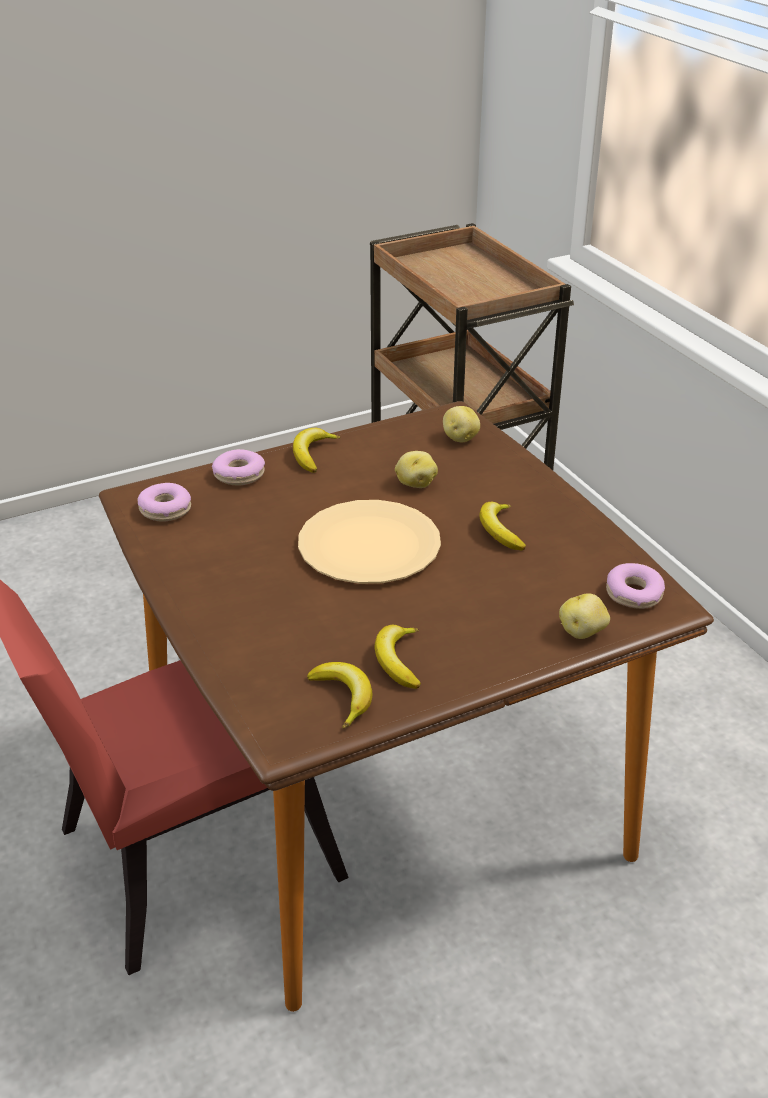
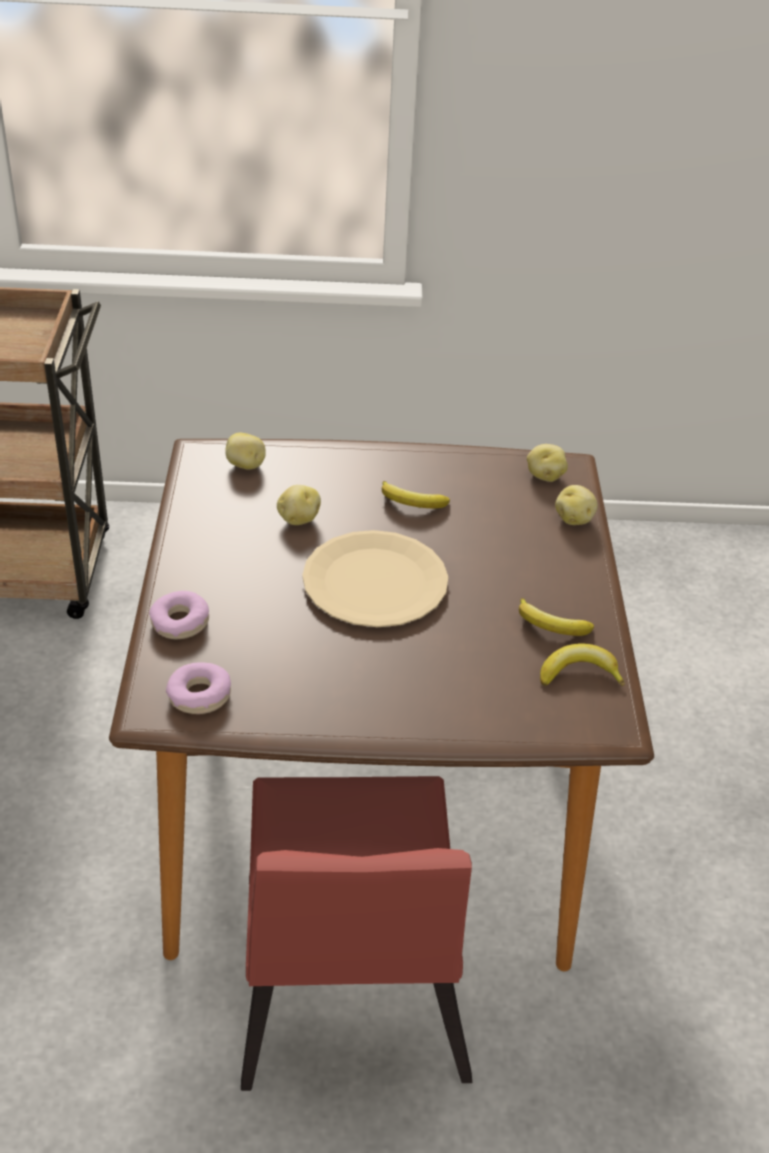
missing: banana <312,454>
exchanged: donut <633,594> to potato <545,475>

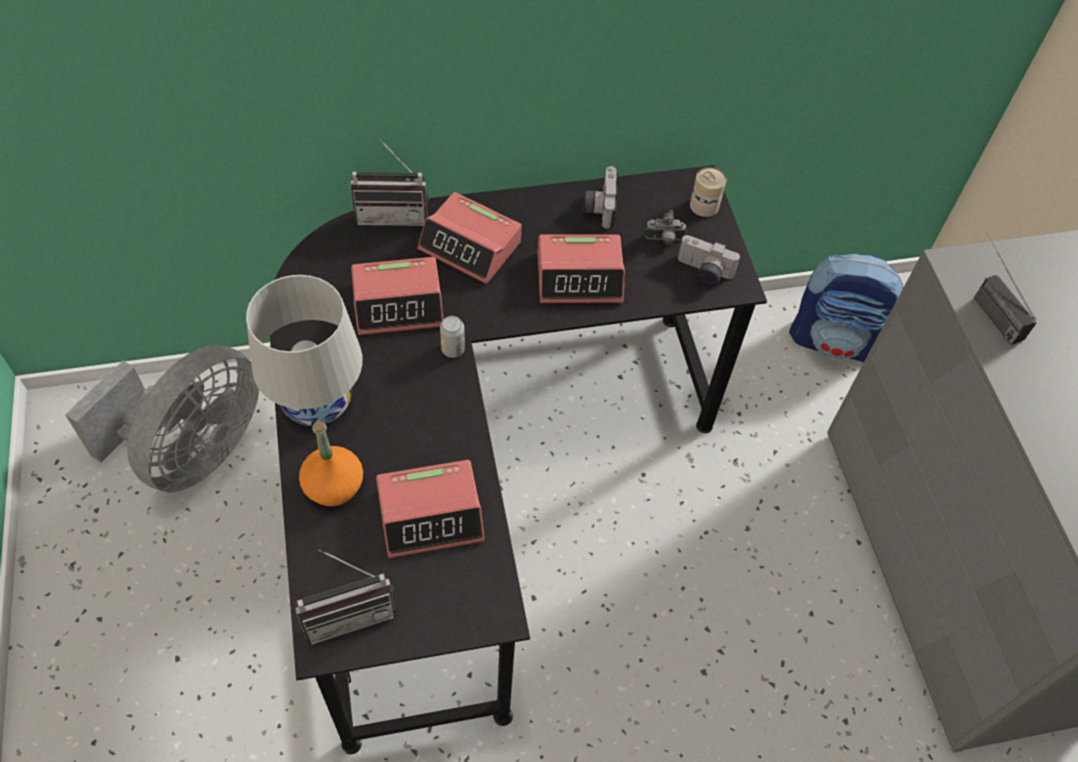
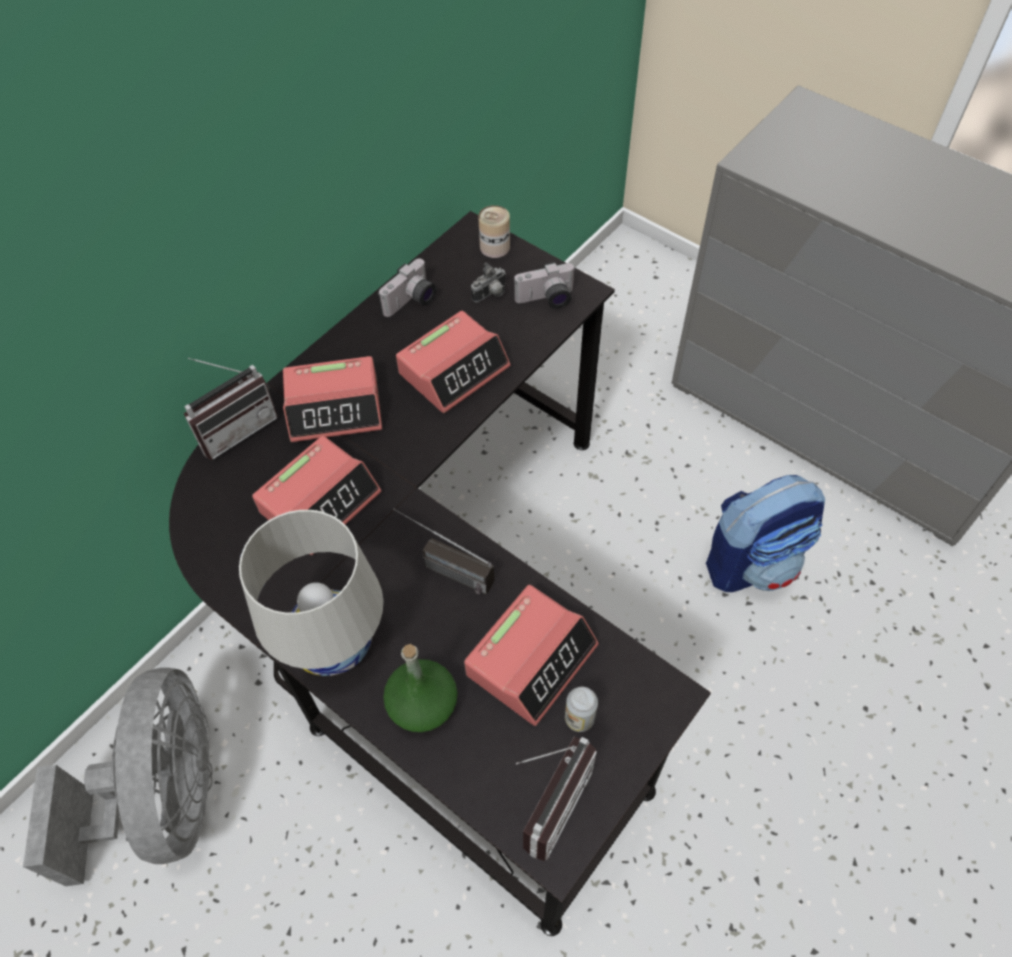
relocated: can <453,349> to <579,718>; backpack <834,340> to <752,562>; radio <986,306> to <442,568>
colour: orange bottle <333,486> to green bottle <423,704>
spun: photo camera <599,206> = <411,302> 105 degrees counterclockwise

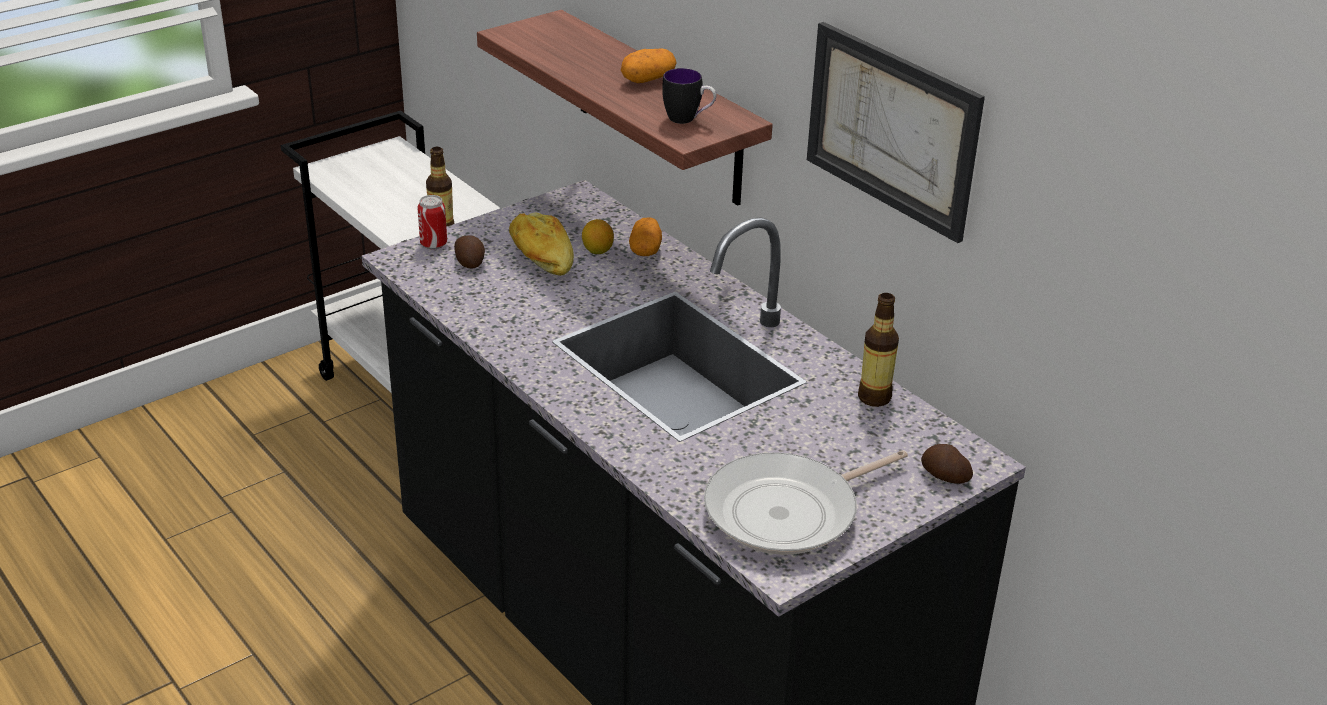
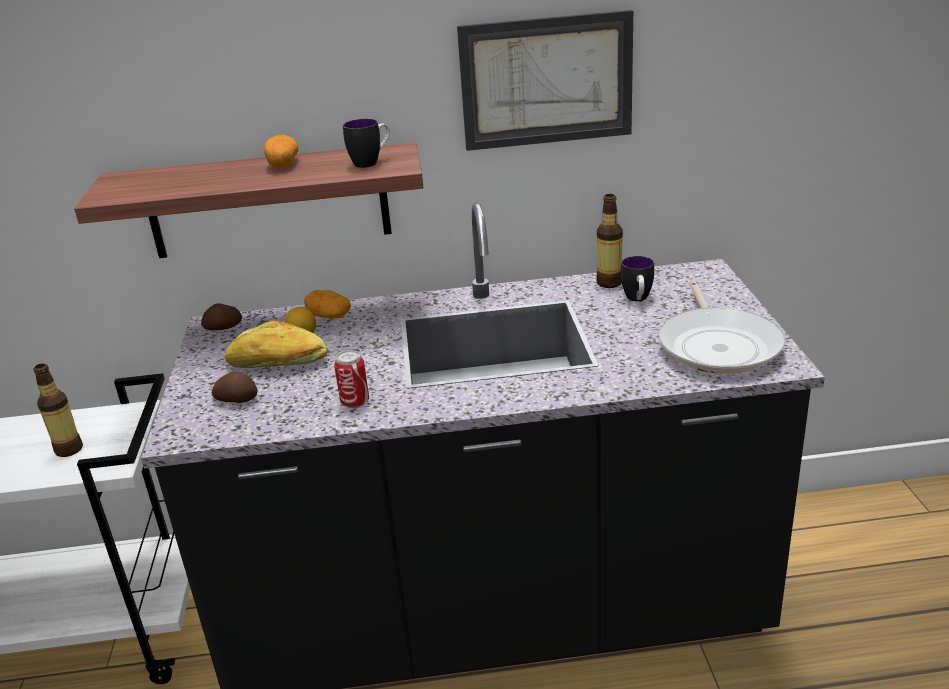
appeared: mug <637,300>
relocated: can <433,244> to <355,402>; potato <944,476> to <223,328>

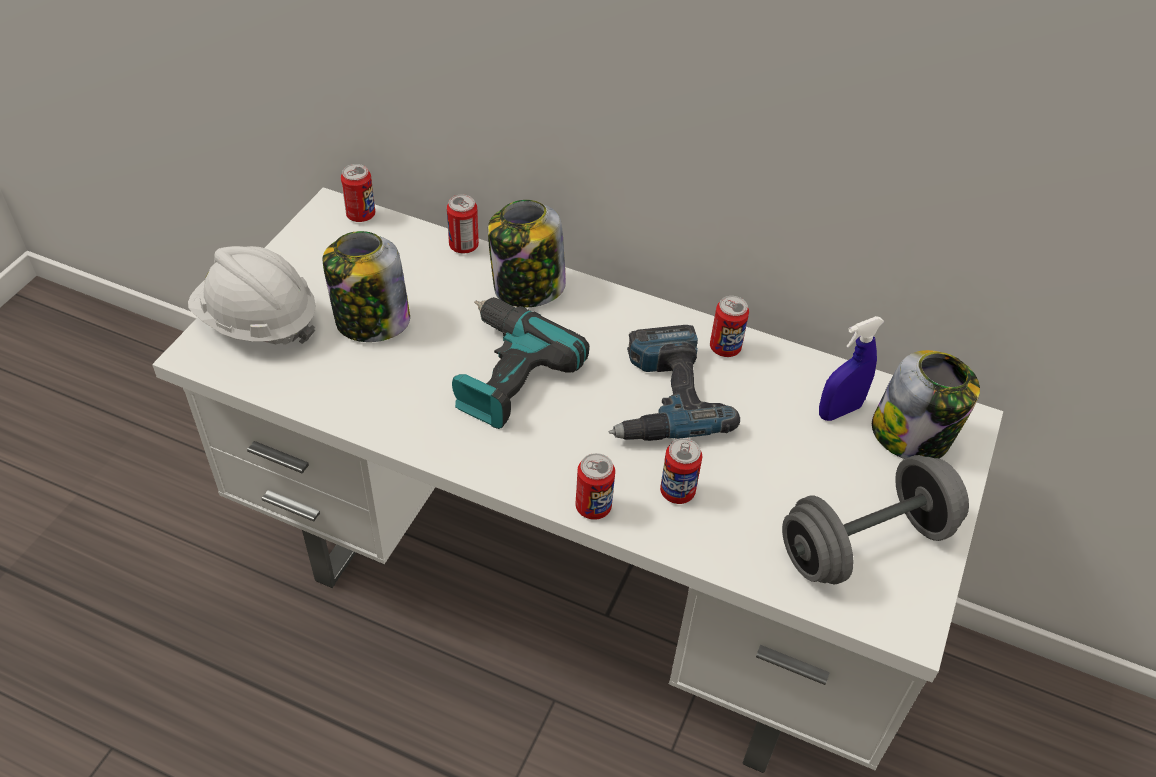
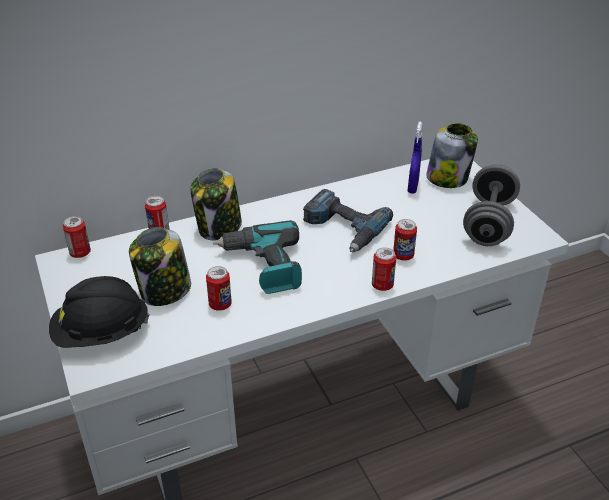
relocated: can <725,348> to <220,304>
colour: white hard hat <257,322> to black hard hat <101,334>

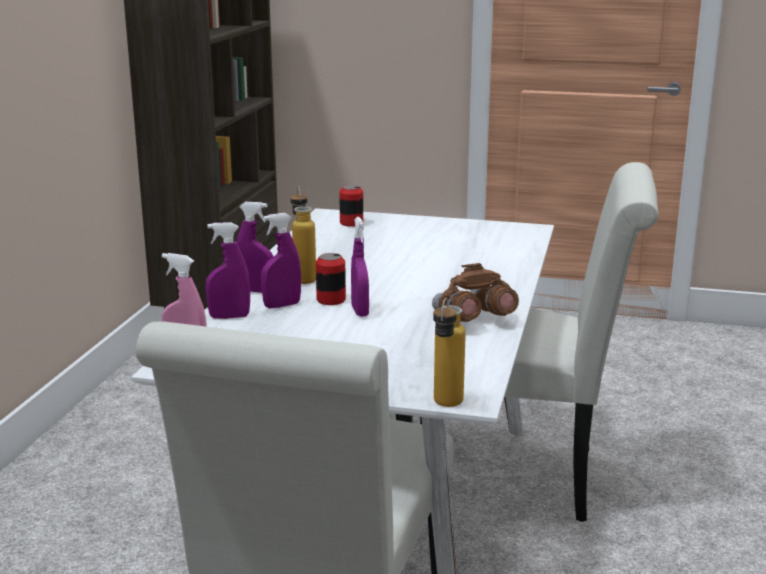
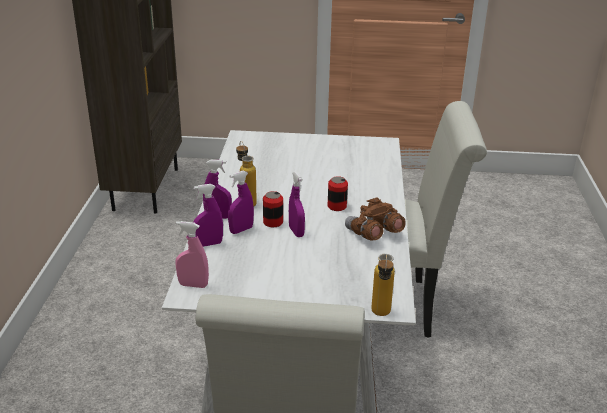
relocated: can <351,223> to <337,206>

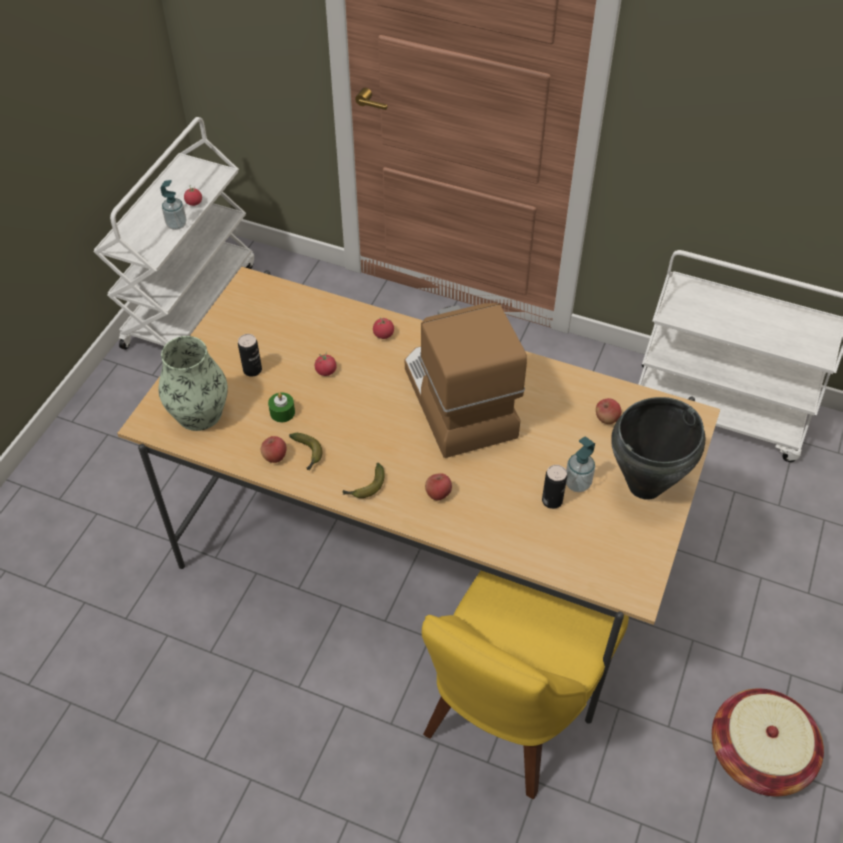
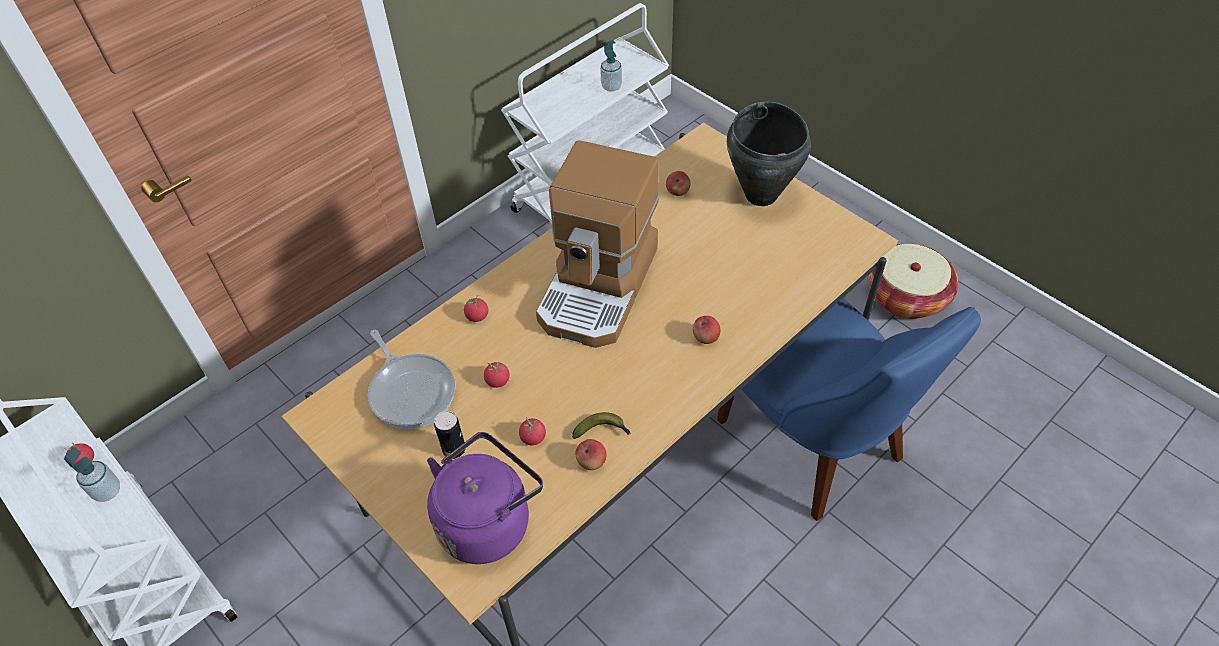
missing: banana <365,487>; can <552,500>
appeared: frying pan <411,391>
relocated: soap dispenser <577,483> to <611,87>
exchanged: vase <199,413> to purple kettle <488,521>; green candle <282,412> to tomato <533,437>
colour: yellow chair <509,710> to blue chair <815,444>
spun: coffee machine <457,401> = <600,286> 75 degrees counterclockwise

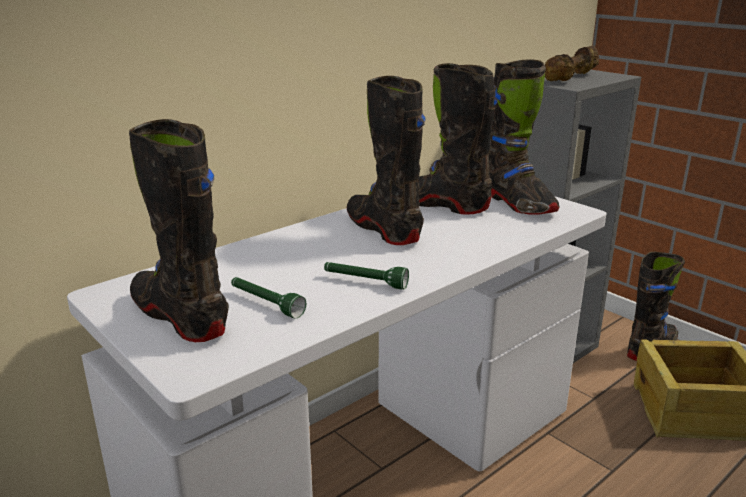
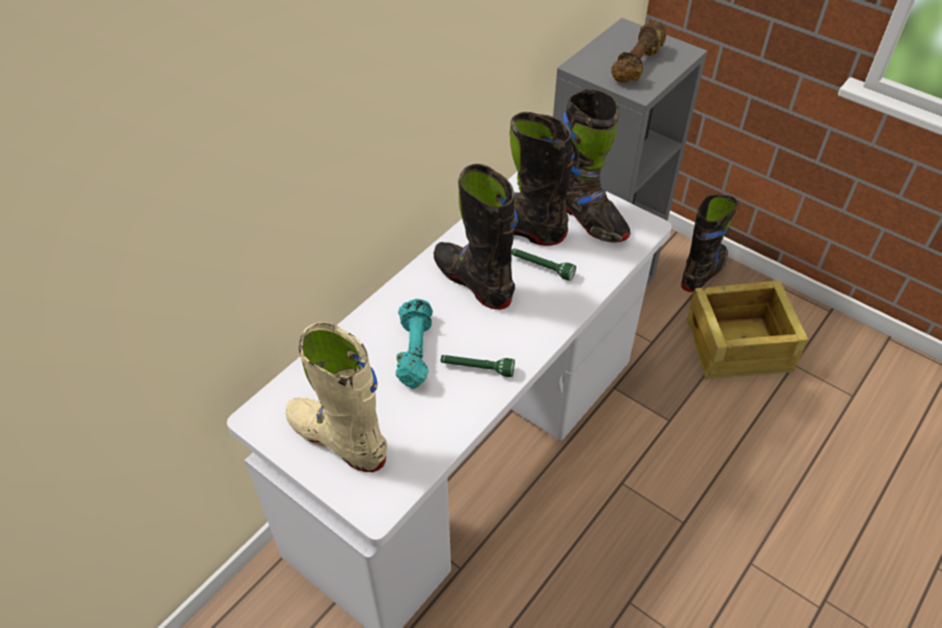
appeared: turquoise dumbbell <414,351>
relocated: green flashlight <266,304> to <541,268>
colour: black boot <180,317> to beige boot <338,440>

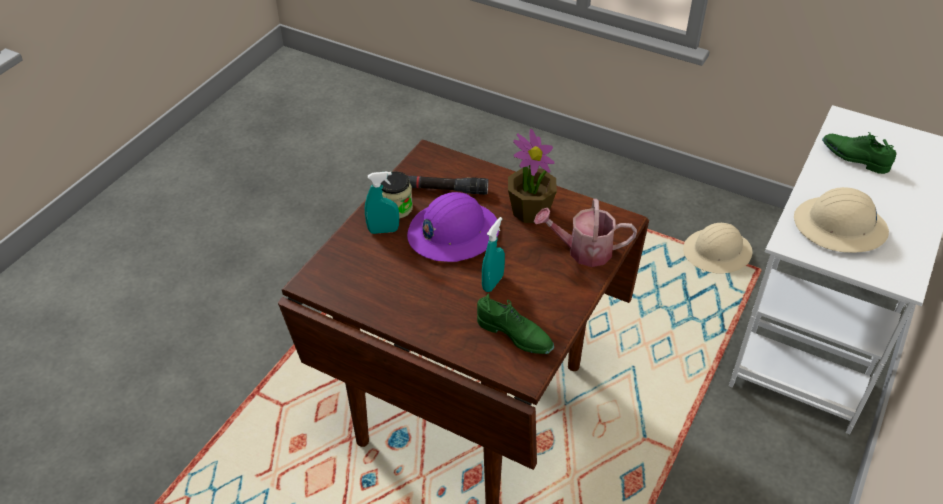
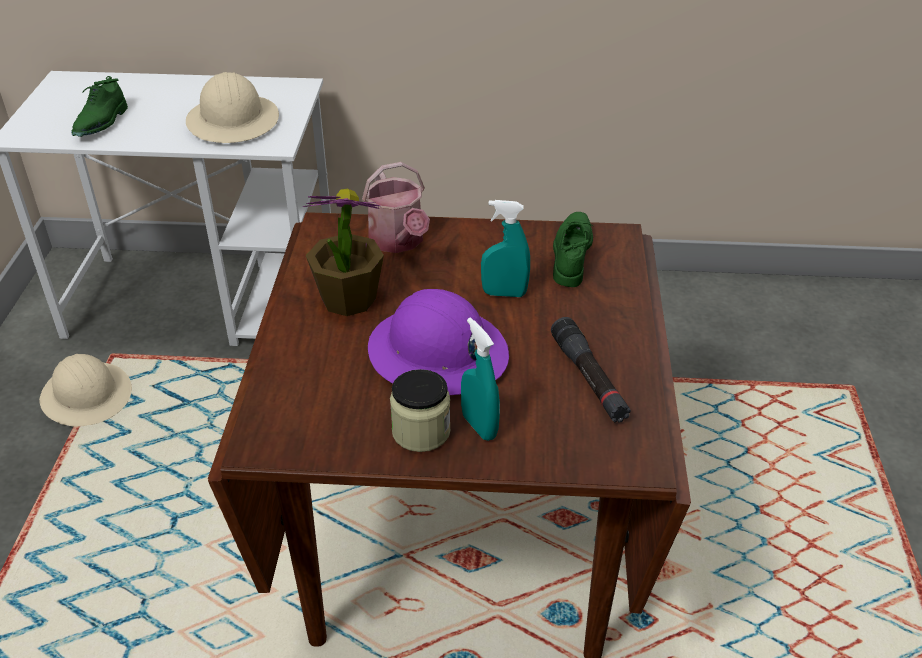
relocated: black flashlight <446,190> to <589,378>

